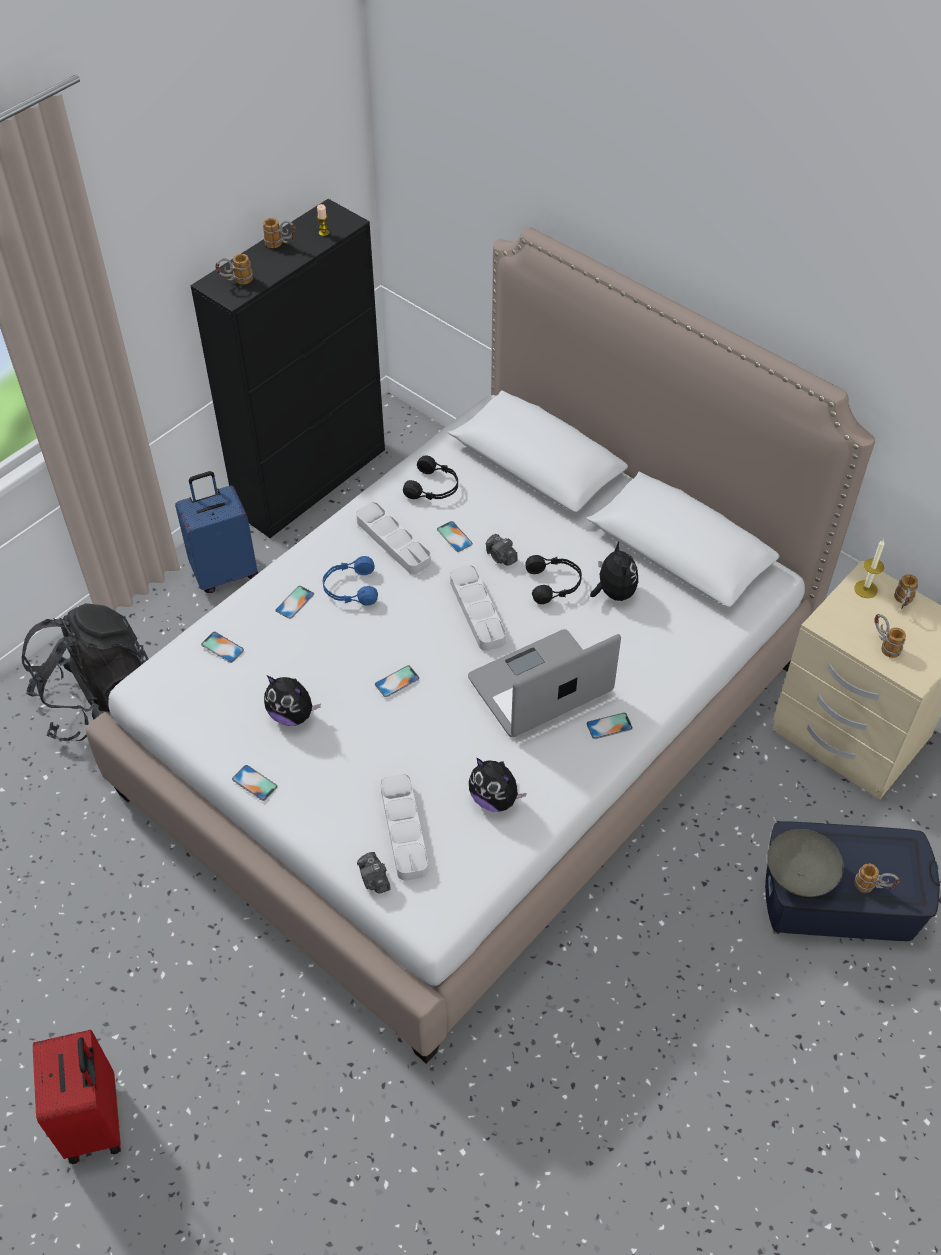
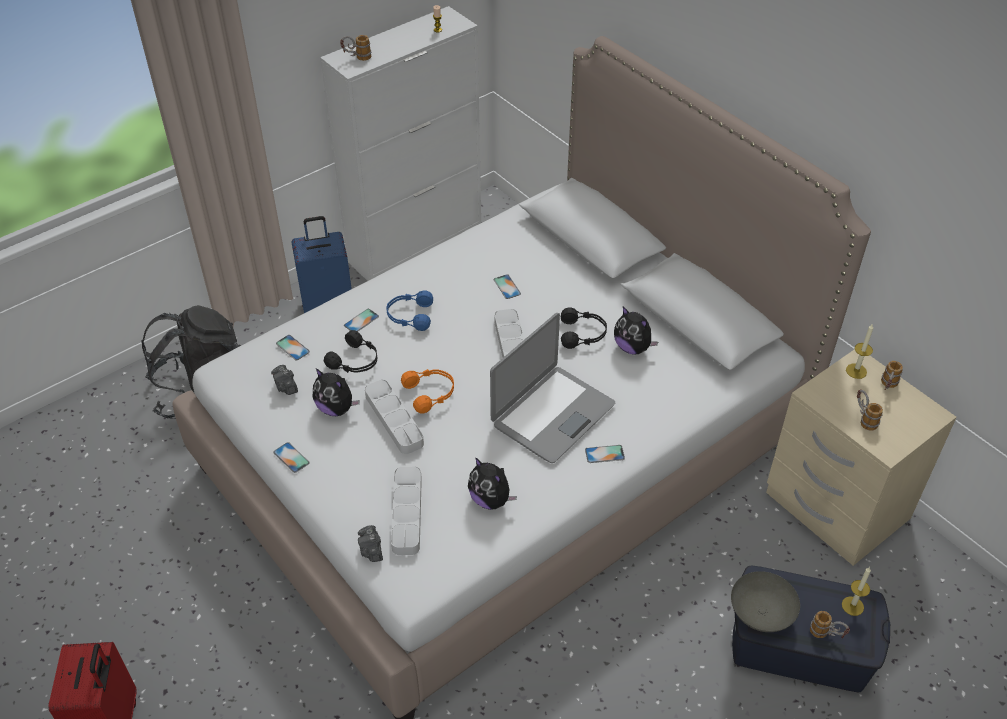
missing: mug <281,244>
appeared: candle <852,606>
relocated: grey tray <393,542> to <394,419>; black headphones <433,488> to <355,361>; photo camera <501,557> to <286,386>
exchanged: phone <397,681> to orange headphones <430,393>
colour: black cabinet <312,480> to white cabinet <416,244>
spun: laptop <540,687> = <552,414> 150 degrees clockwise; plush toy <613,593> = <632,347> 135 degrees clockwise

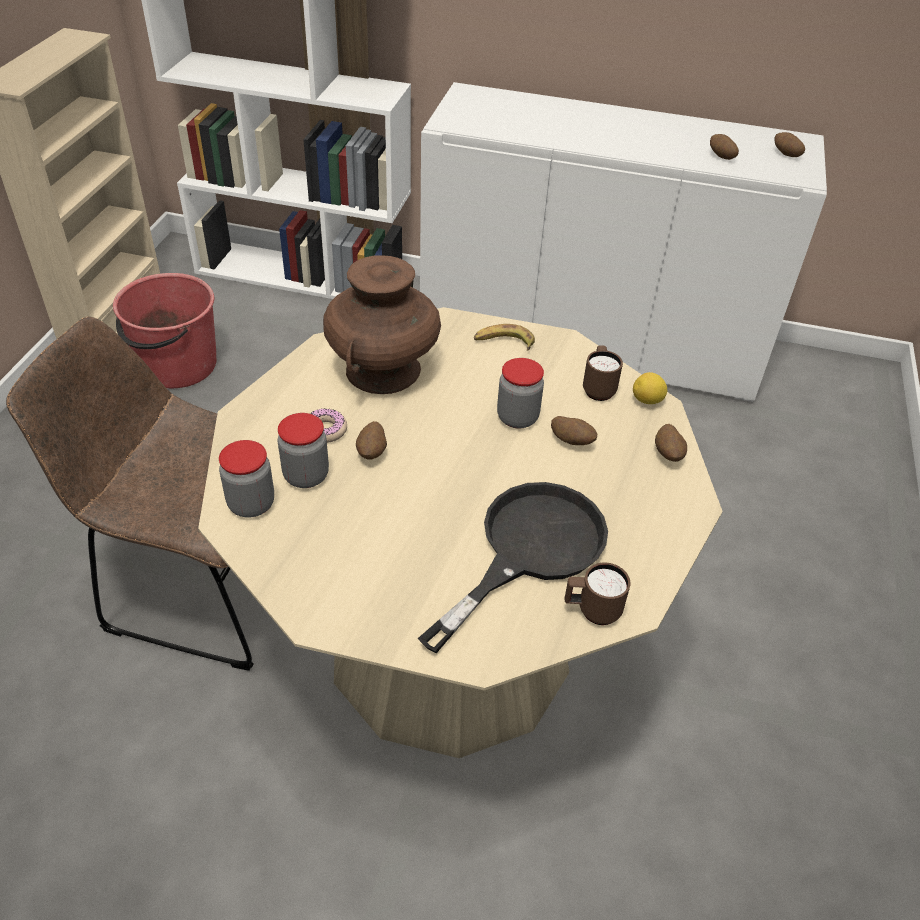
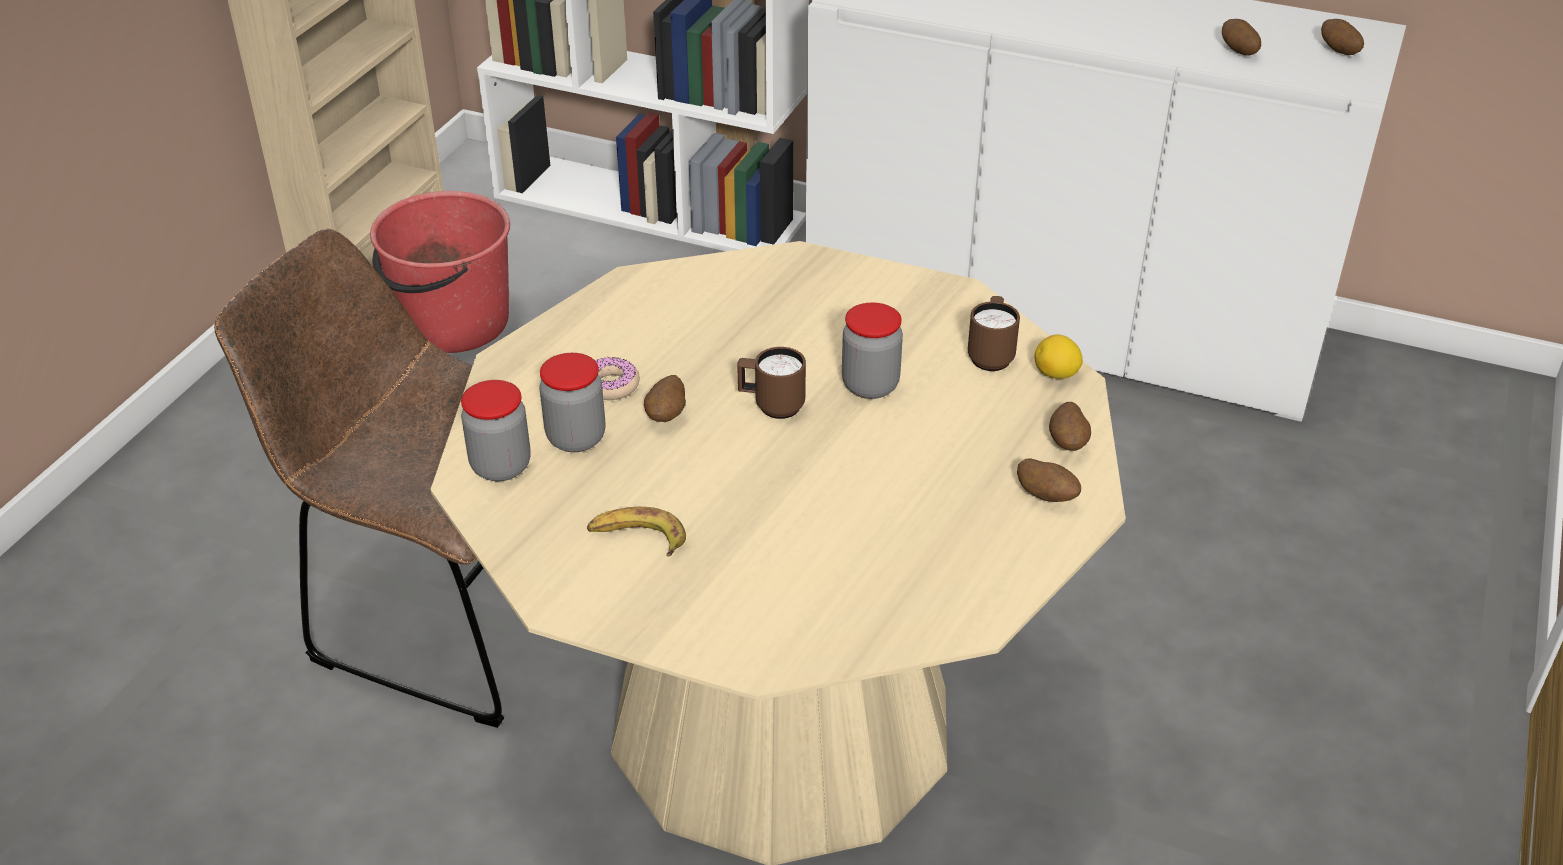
missing: brown vase <383,370>; black frying pan <529,550>
relocated: banana <503,342> to <637,538>; potato <572,442> to <1046,497>; brown mug <592,610> to <771,406>

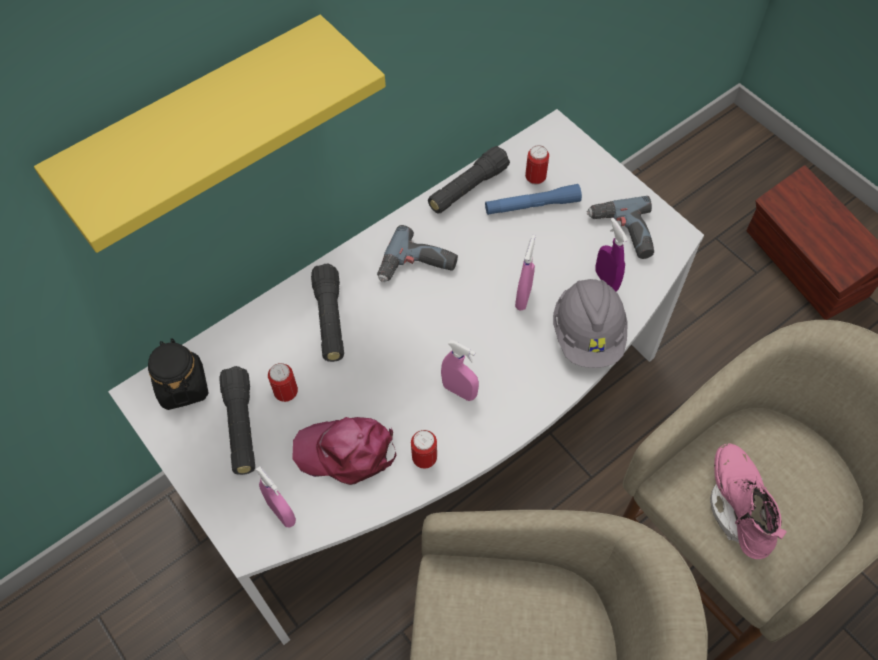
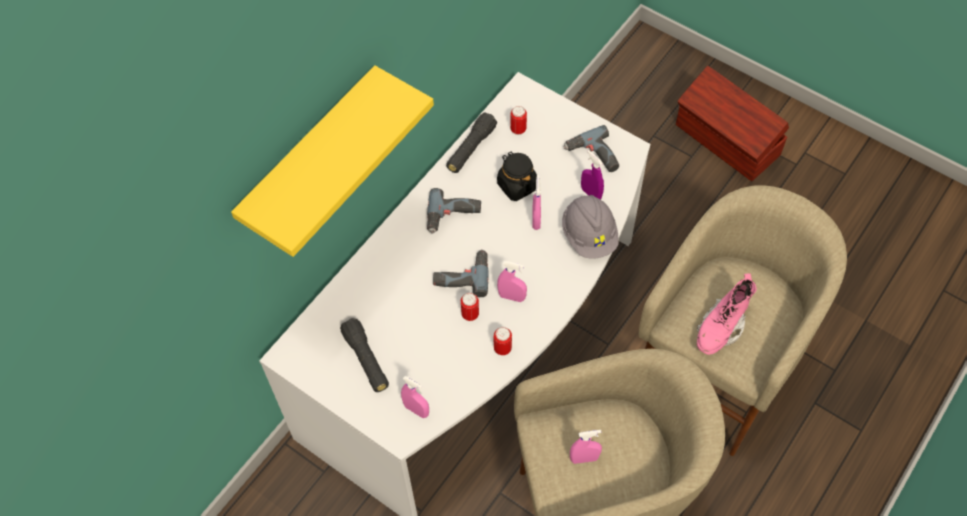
missing: pink cap <346,451>; black flashlight <330,319>; blue flashlight <532,205>
appeared: power drill <461,274>; pink spray bottle <584,458>
relocated: black jar <183,386> to <517,186>; can <286,393> to <470,314>
spun: pink boot <738,507> = <721,328> 120 degrees counterclockwise

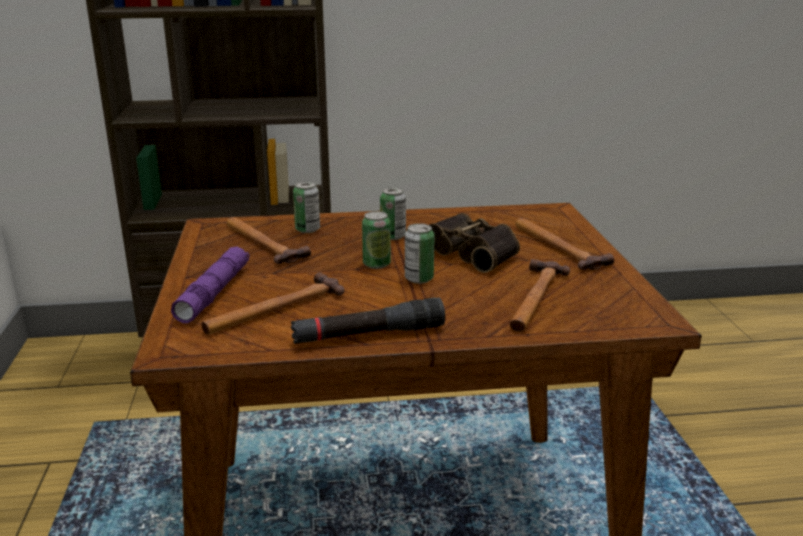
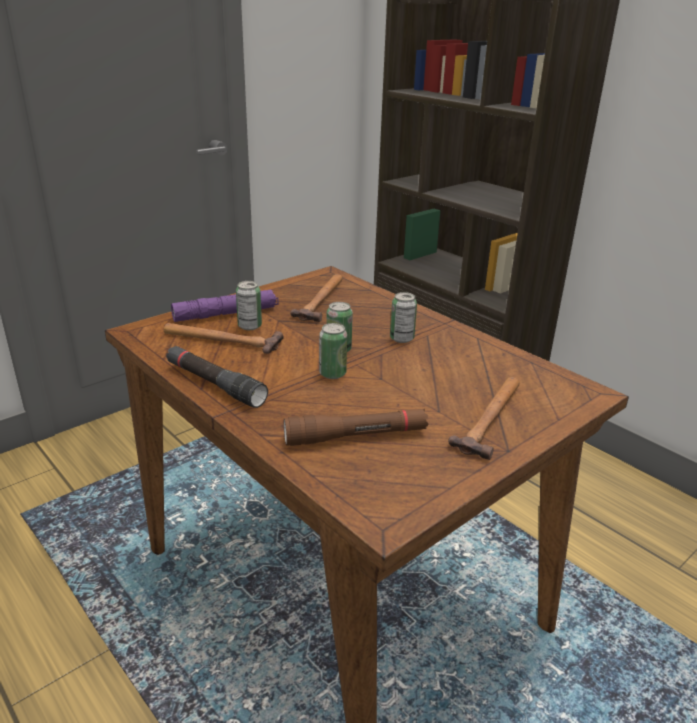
missing: binoculars <472,252>
relocated: can <307,230> to <249,326>
exchanged: hammer <534,298> to brown flashlight <356,436>

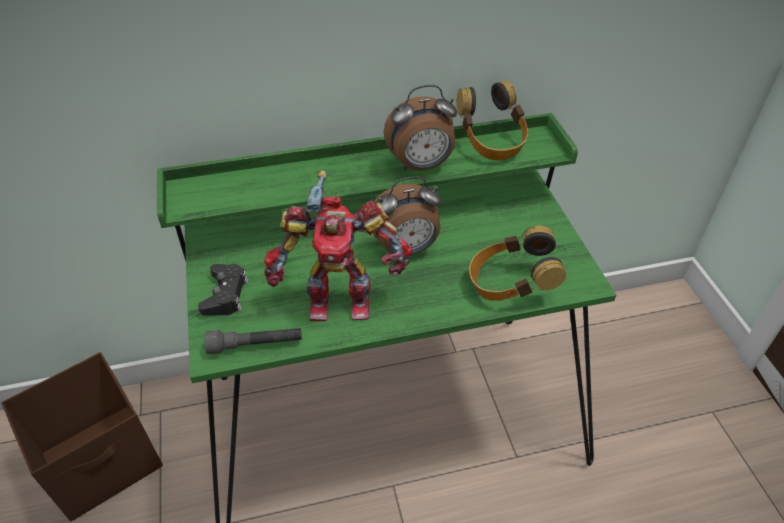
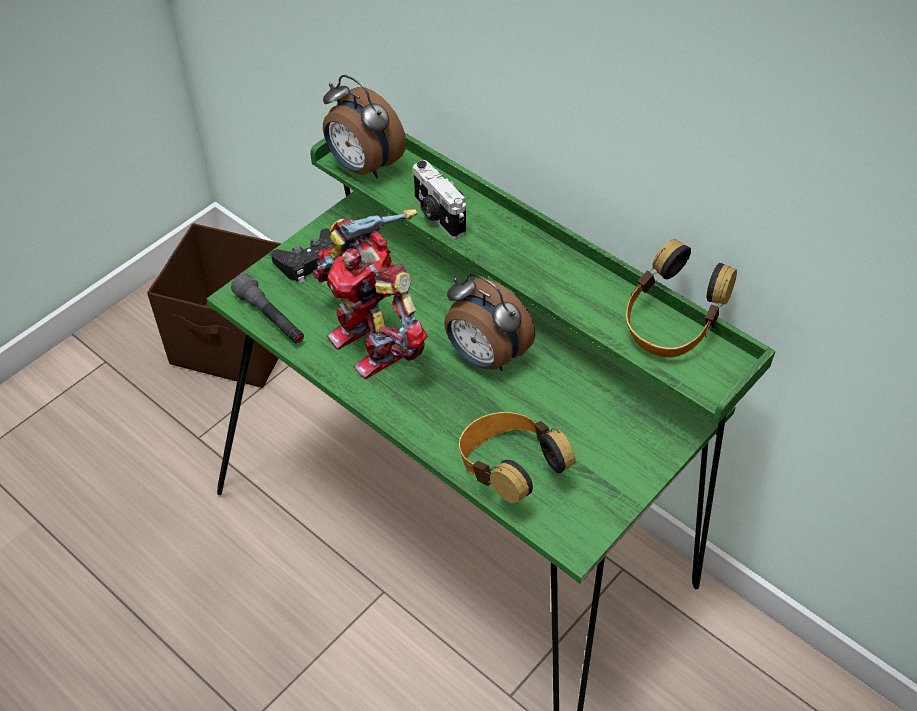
appeared: photo camera <437,216>
relocated: alarm clock <421,166> to <363,167>

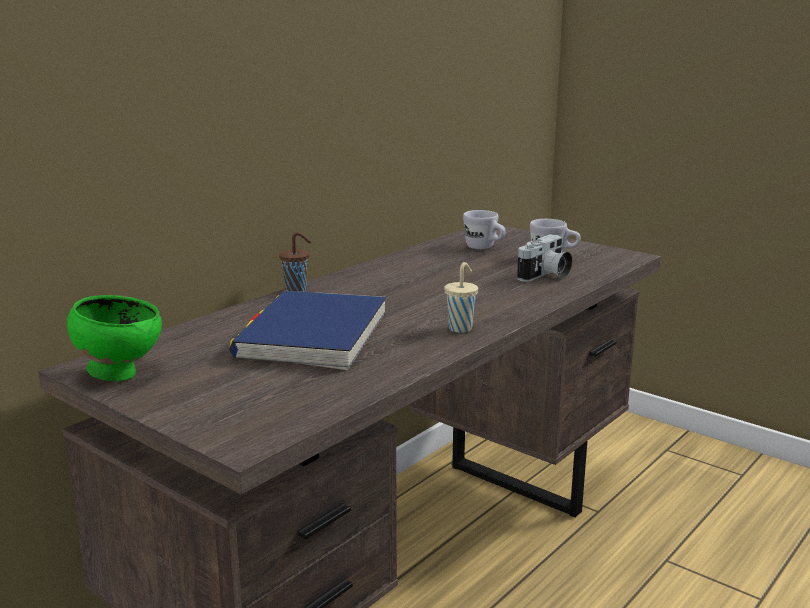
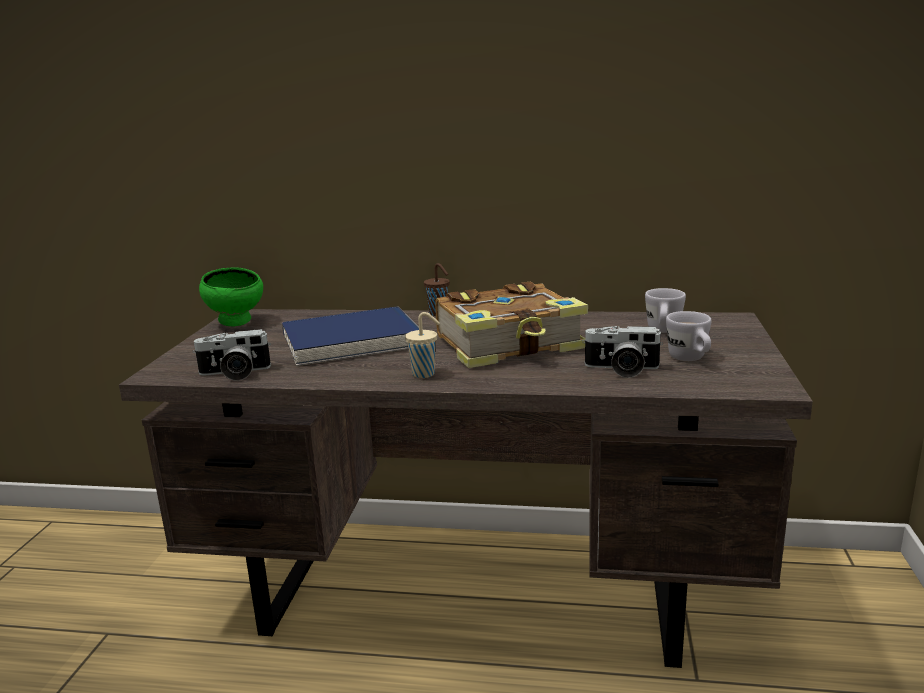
appeared: photo camera <234,373>; book <511,344>

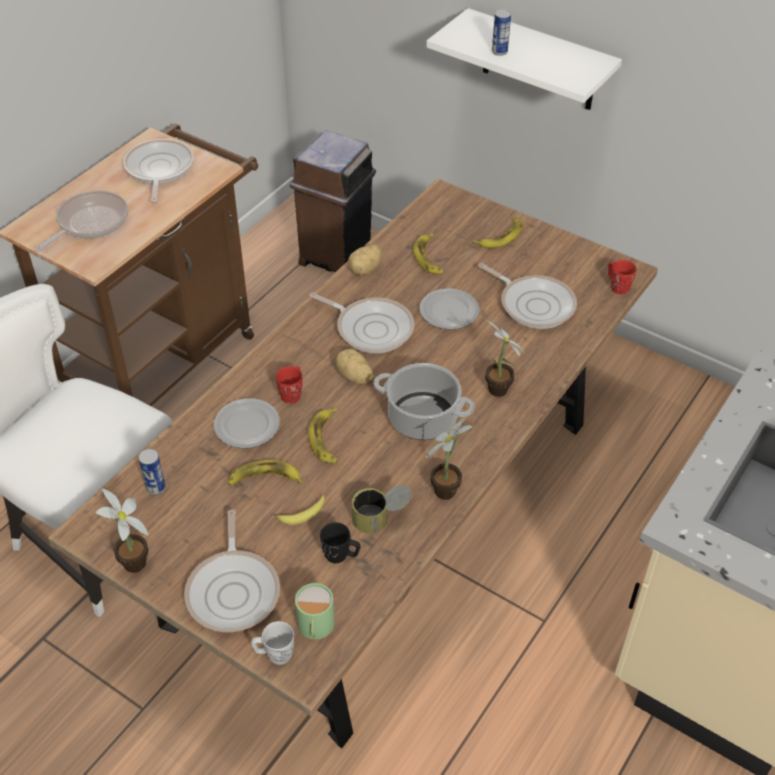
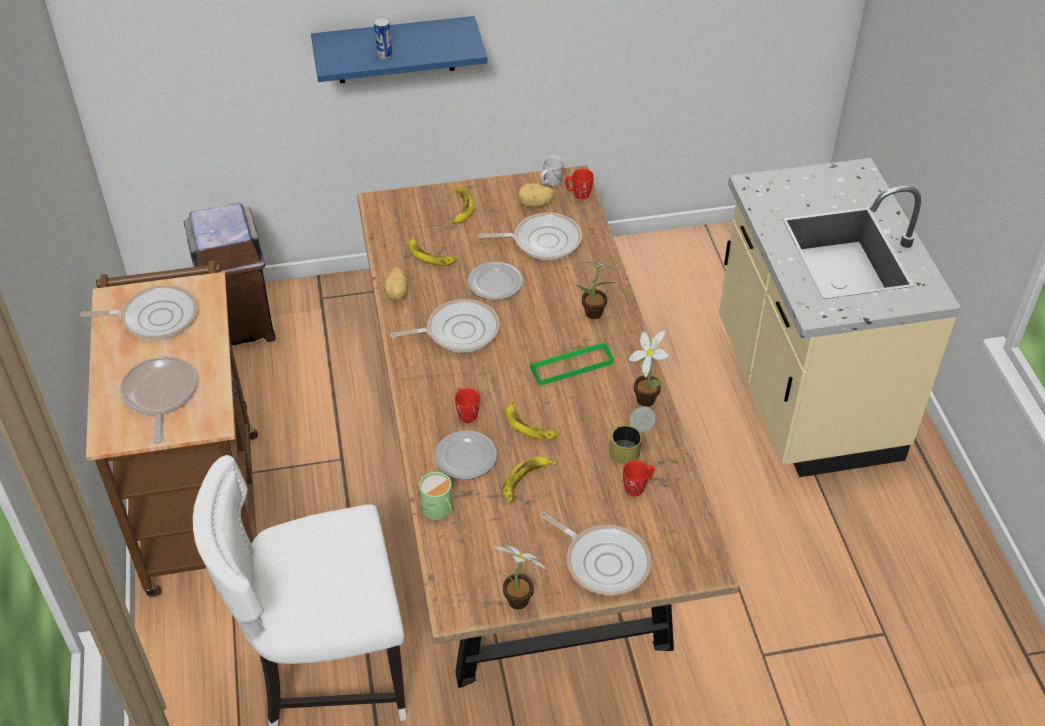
missing: can <156,488>; banana <303,514>
relocated: white mug <274,654> to <550,183>; green mug <314,627> to <439,509>; potato <354,377> to <535,204>
exchanged: cooking pot <421,418> to green tray <571,366>
colour: black mug <341,555> to red mug <638,487>; white shelf <539,61> to blue shelf <395,50>
spun: frying pan <158,170> = <155,317> 135 degrees clockwise

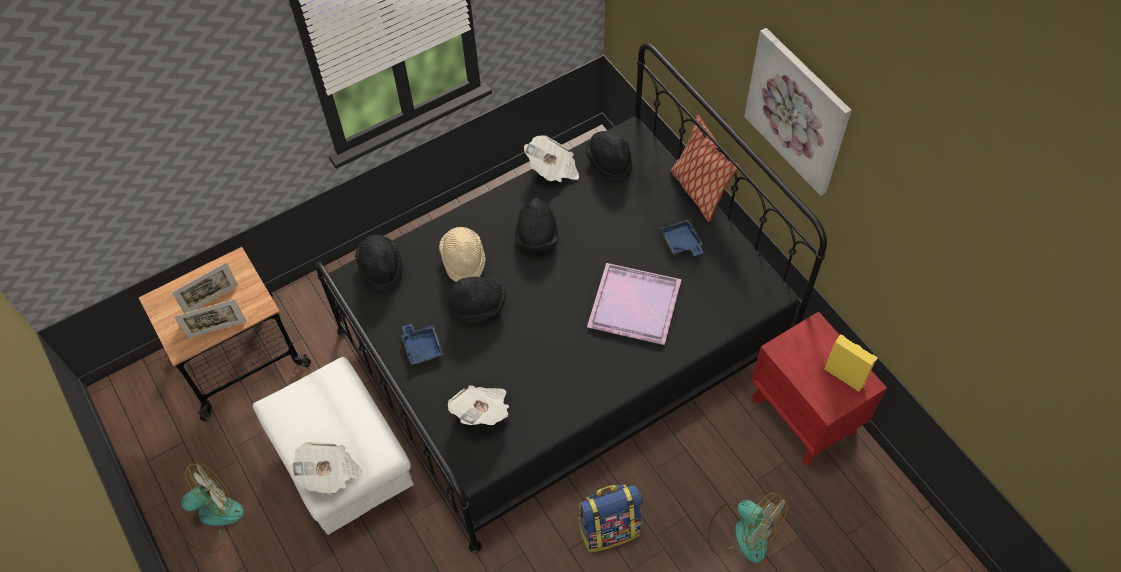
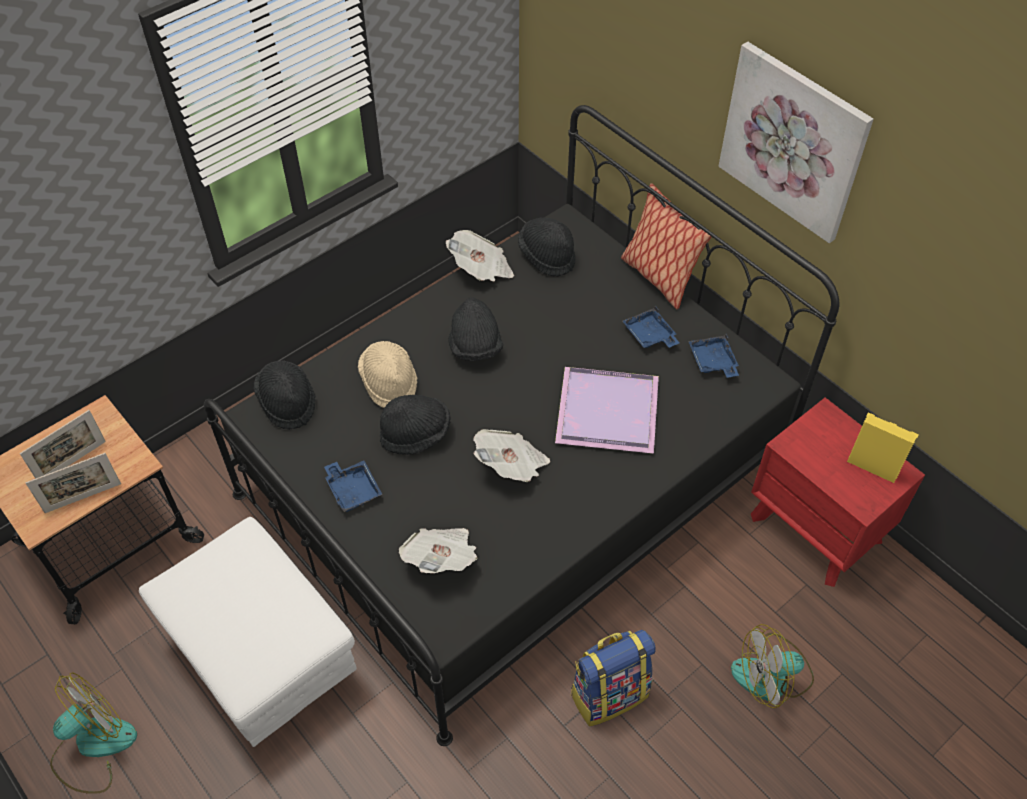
appeared: blue tray <713,362>
relocated: newspaper <330,473> to <512,466>
spun: fan <742,532> = <772,676> 135 degrees clockwise

